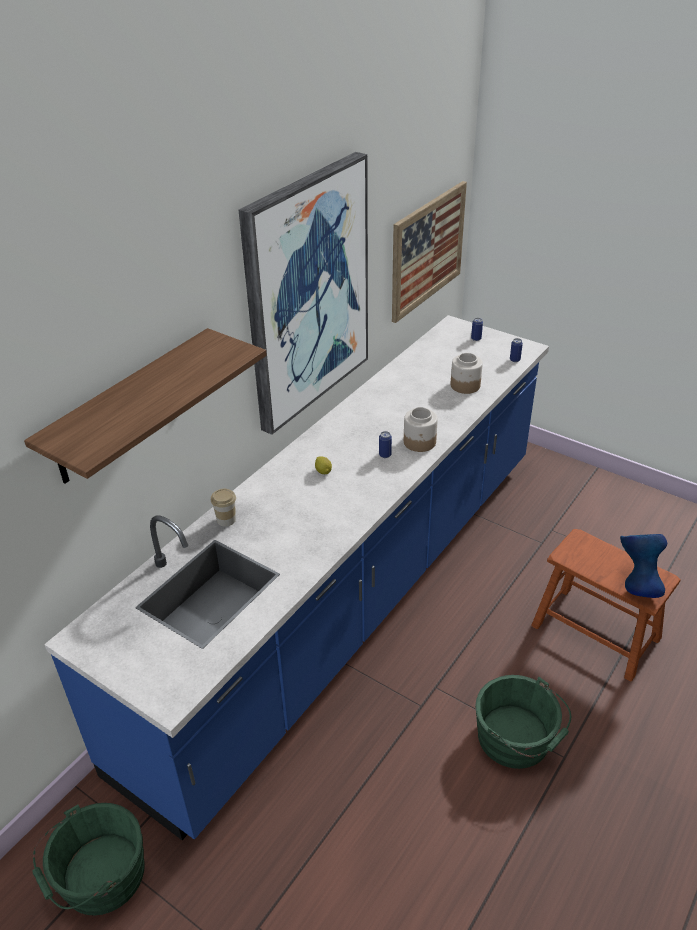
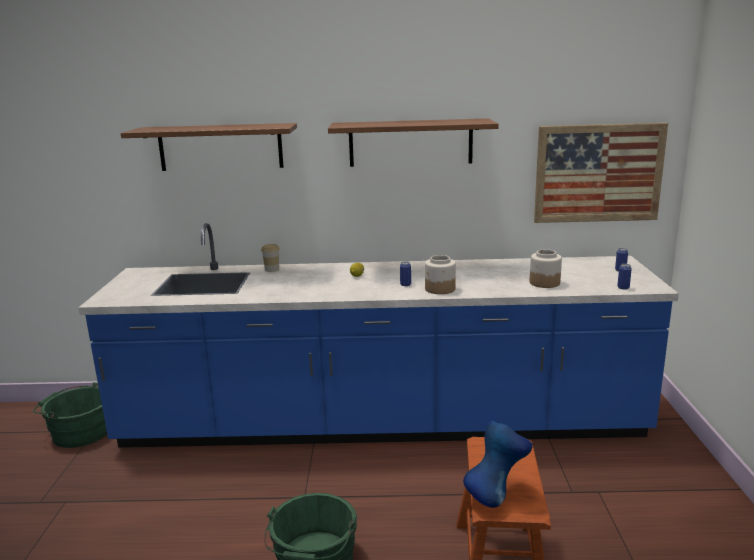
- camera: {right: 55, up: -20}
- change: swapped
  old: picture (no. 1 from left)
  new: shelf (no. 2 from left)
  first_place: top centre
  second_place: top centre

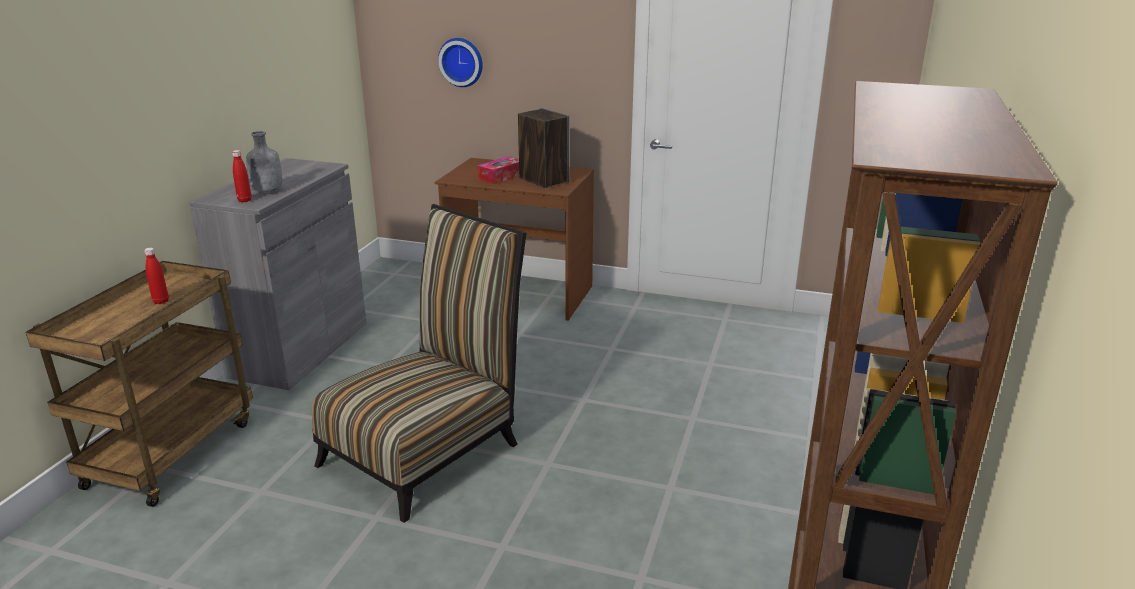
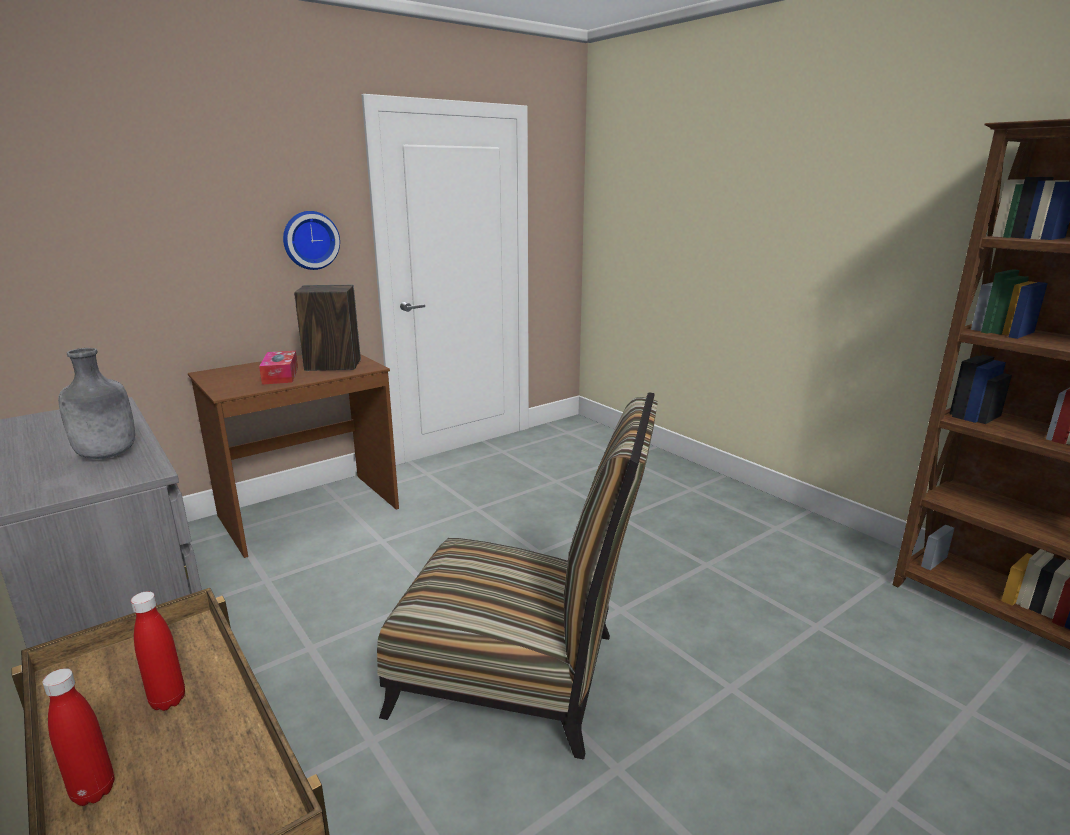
- camera: {right: -55, up: -5}
- change: shifted
  old: wall clock
  first_place: top centre
  second_place: top left
- change: shifted
  old: red bottle (no. 2 from left in the first image)
  new: red bottle (no. 1 from left)
  first_place: top left
  second_place: bottom left
- change: rotated
  old: chair
  first_place: centre
  second_place: bottom centre
  degrees: 120

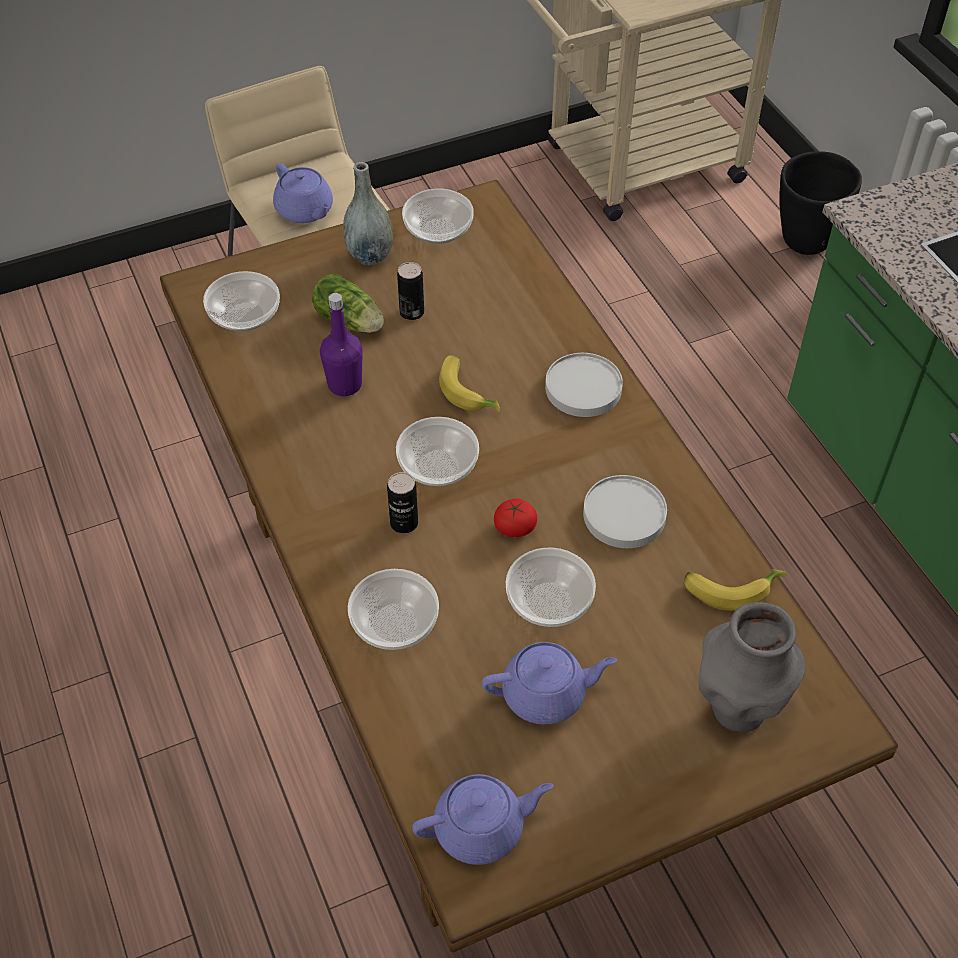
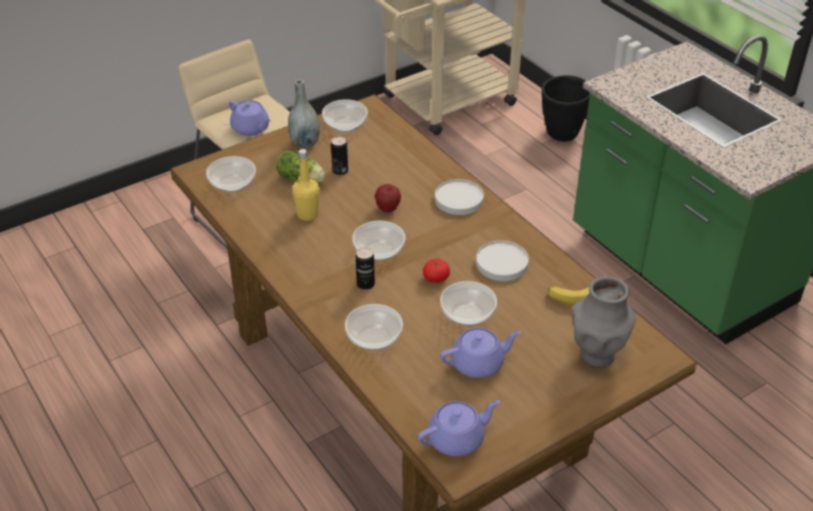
- camera: {right: -10, up: -10}
- change: repainted
  old: purple bottle
  new: yellow bottle
  first_place: centre
  second_place: centre
- change: swapped
  old: banana (no. 1 from left)
  new: apple
  first_place: centre
  second_place: centre

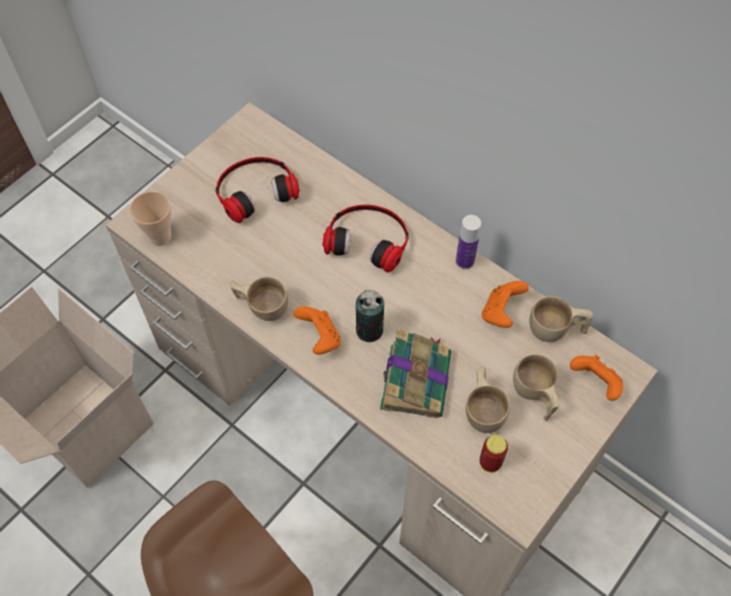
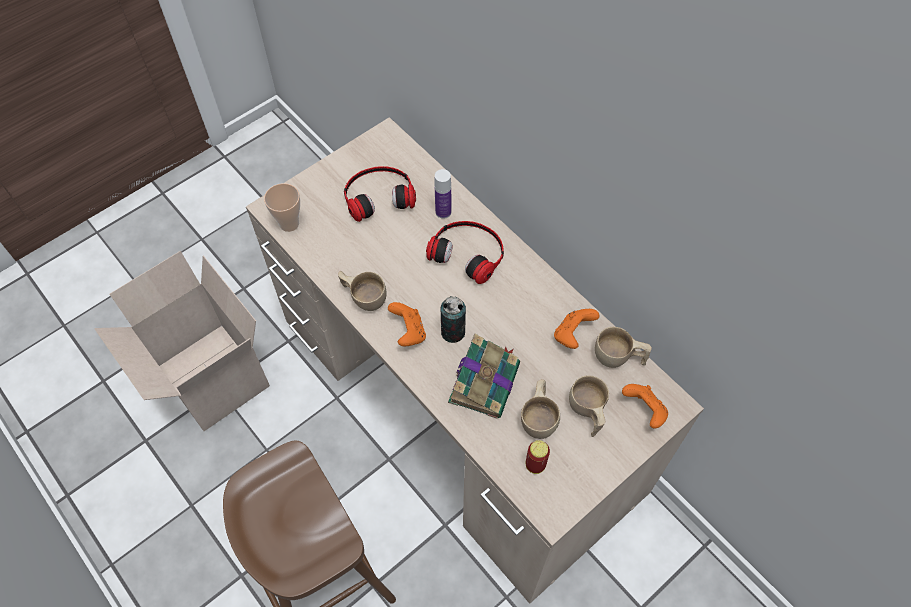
- camera: {right: 10, up: 0}
- change: shifted
  old: bottle
  first_place: centre
  second_place: top centre

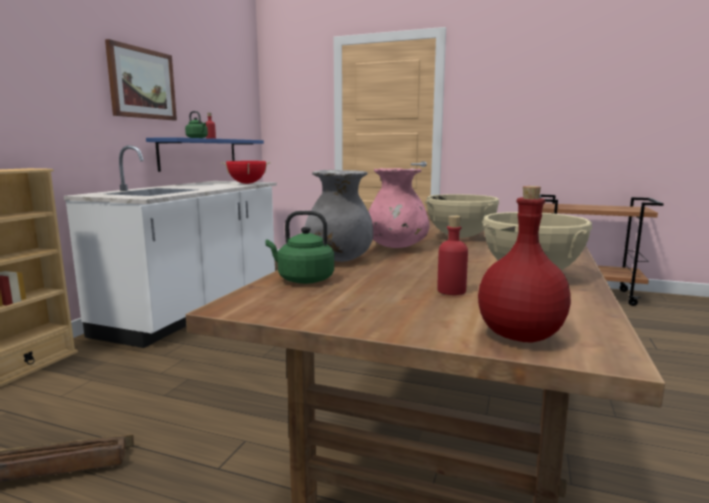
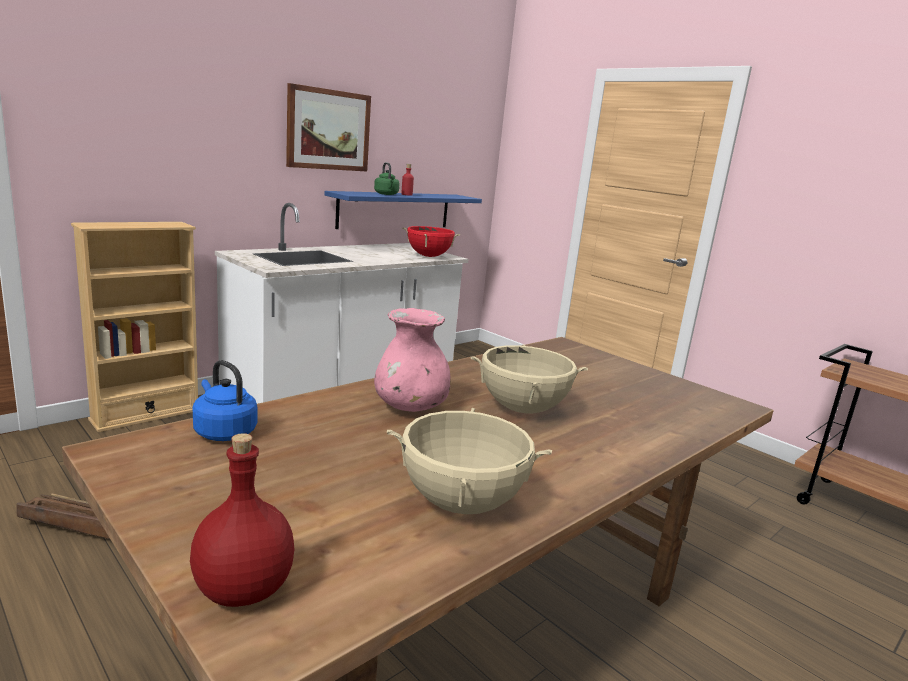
- camera: {right: 25, up: 5}
- change: gone
  old: grey vase
  first_place: centre
- change: repainted
  old: green kettle (no. 2 from left)
  new: blue kettle
  first_place: centre
  second_place: middle left
- change: gone
  old: red bottle (no. 2 from left)
  first_place: centre

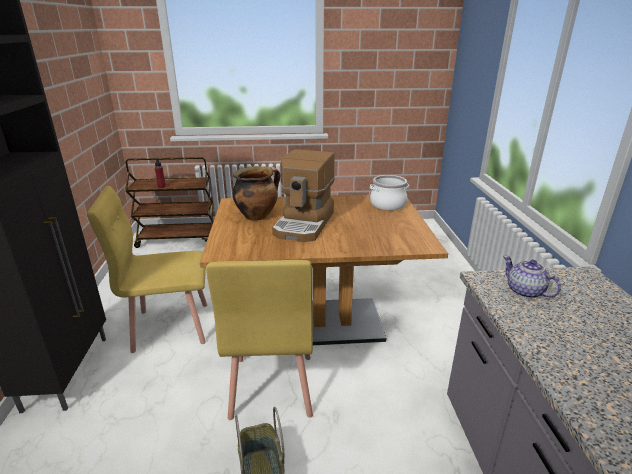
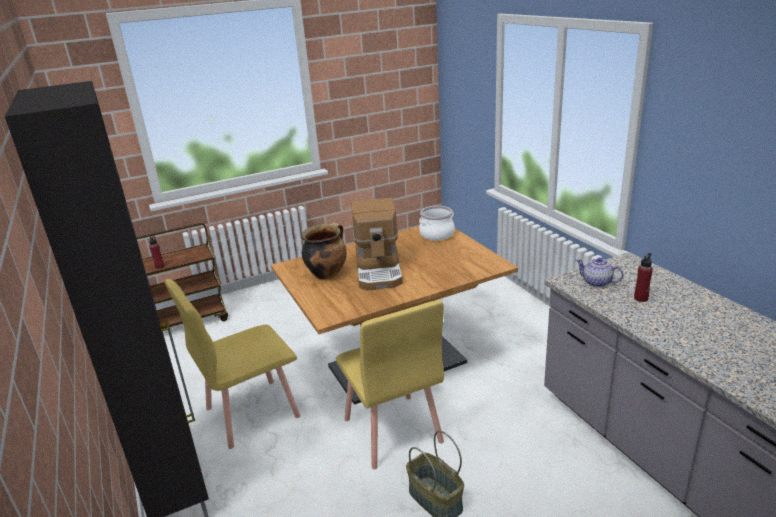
- camera: {right: -20, up: 0}
- change: new
  new: red bottle (no. 2 from left)
  second_place: middle right

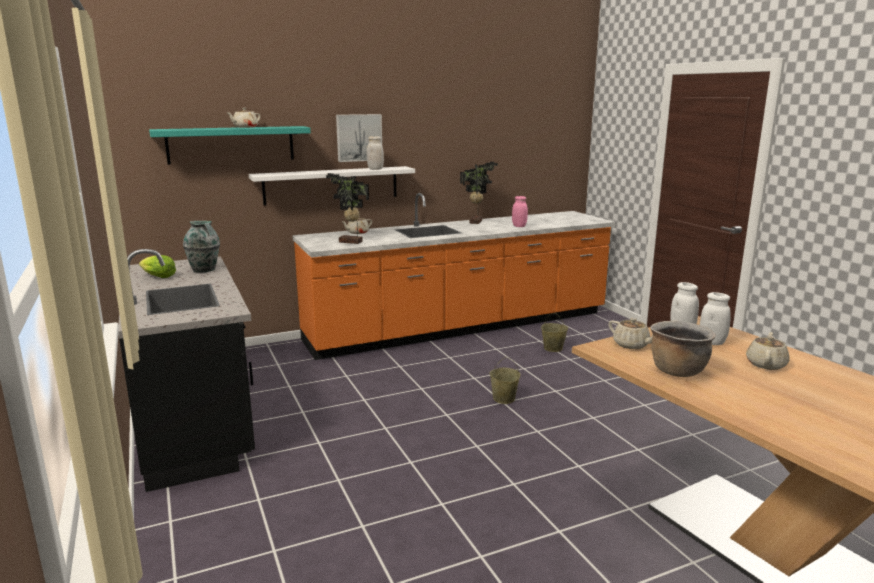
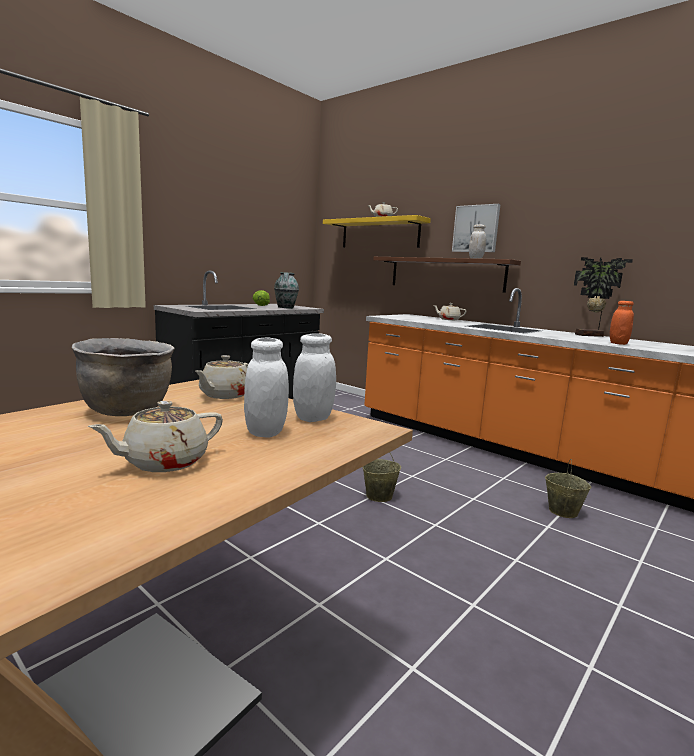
- camera: {right: 65, up: -5}
- change: repainted
  old: turquoise shelf
  new: yellow shelf
  first_place: top left
  second_place: top centre
- change: repainted
  old: white shelf
  new: brown shelf
  first_place: top centre
  second_place: centre
- change: gone
  old: potted plant (no. 1 from left)
  first_place: centre
- change: repainted
  old: pink jar
  new: orange jar
  first_place: centre
  second_place: middle right
- change: rotated
  old: beige teapot (no. 4 from left in the first image)
  first_place: middle right
  second_place: middle left
  degrees: 135

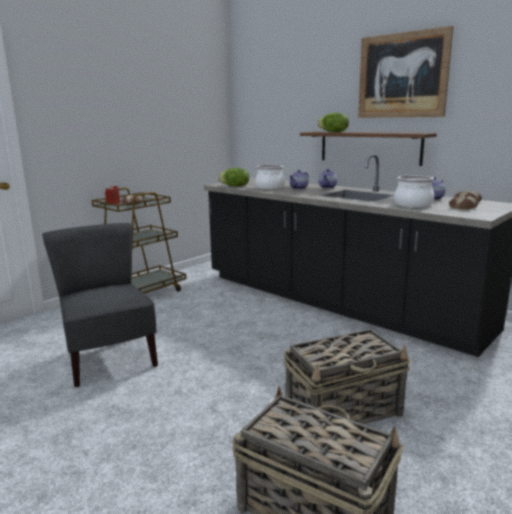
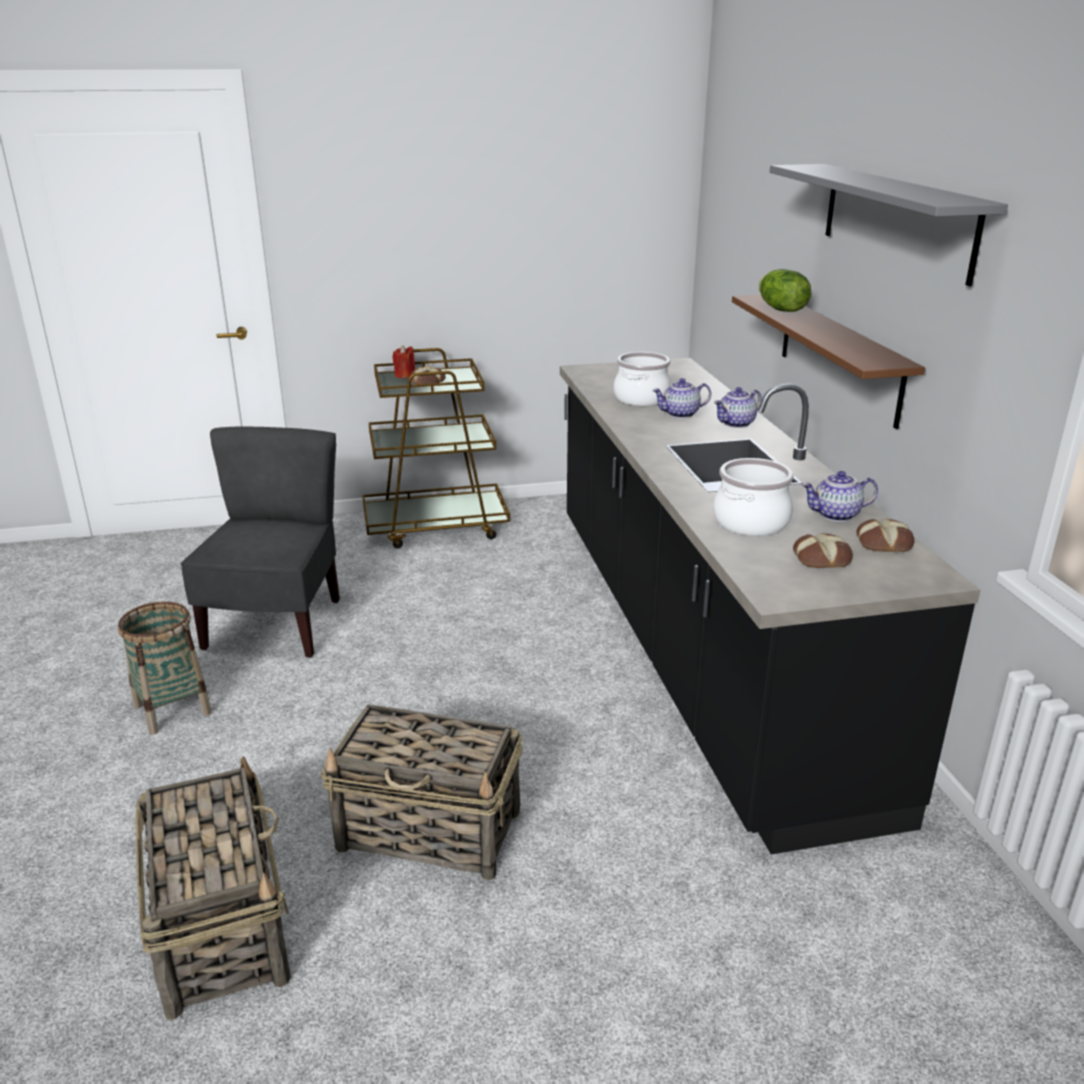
- camera: {right: 35, up: 10}
- change: swapped
  old: picture
  new: grey shelf
  first_place: top right
  second_place: top right
- change: gone
  old: lettuce (no. 1 from left)
  first_place: centre
- change: new
  new: basket (no. 1 from left)
  second_place: middle left

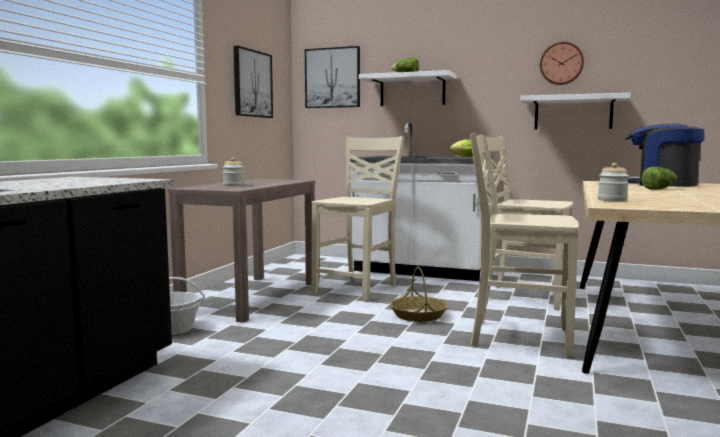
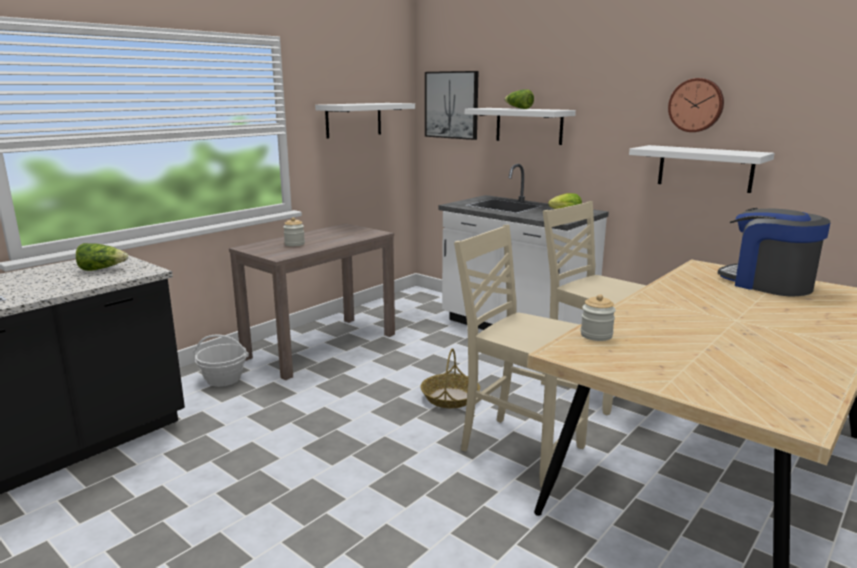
- camera: {right: 20, up: 10}
- change: swapped
  old: picture (no. 1 from left)
  new: white shelf (no. 1 from left)
  first_place: top centre
  second_place: top centre
- change: gone
  old: beige chair (no. 1 from left)
  first_place: centre
- change: shifted
  old: lettuce (no. 3 from left in the first image)
  new: lettuce (no. 1 from left)
  first_place: middle right
  second_place: middle left

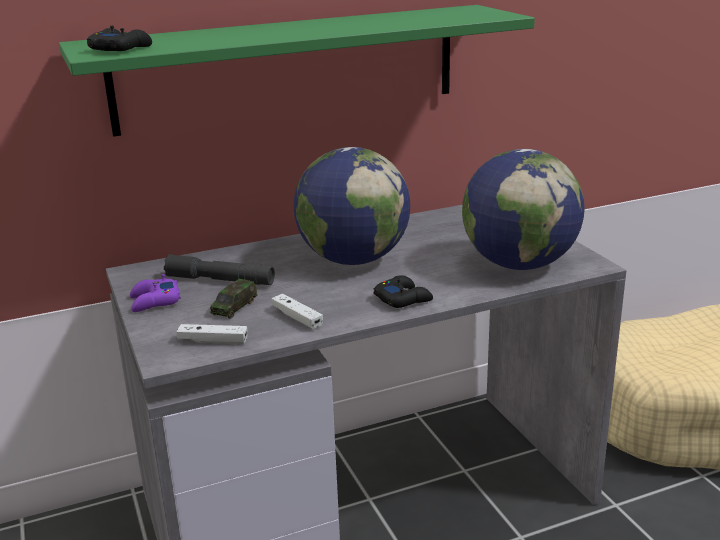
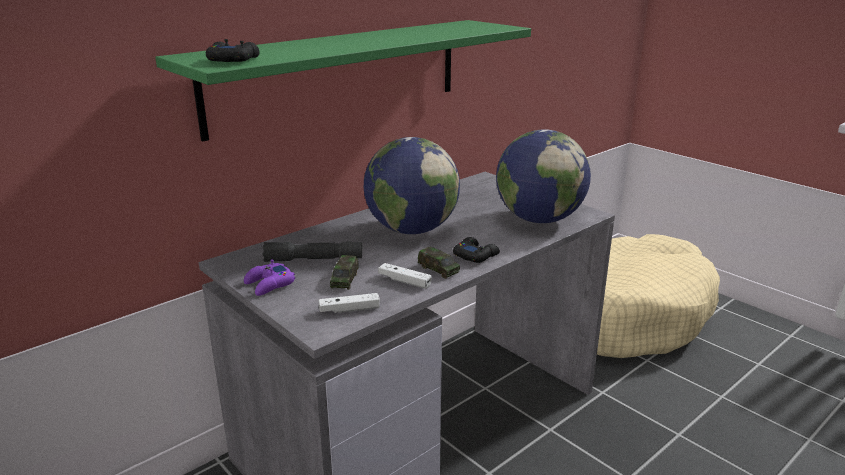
- camera: {right: -20, up: 0}
- change: new
  new: toy car (no. 2 from left)
  second_place: centre

